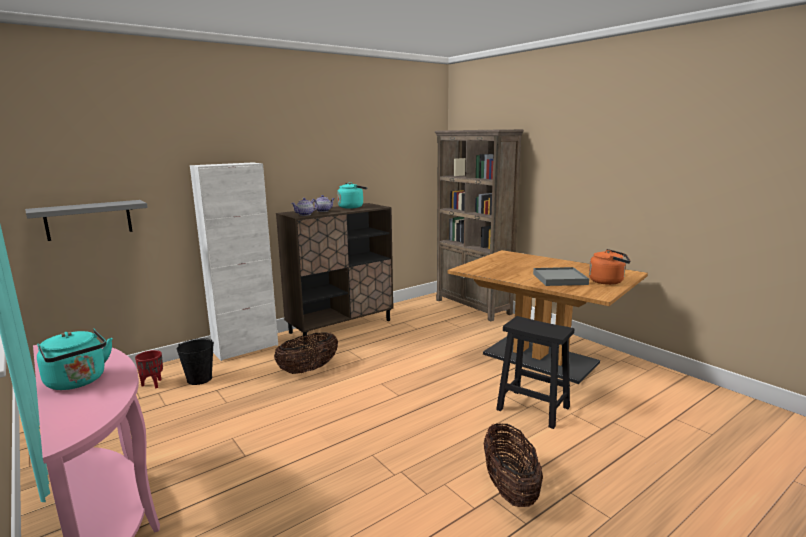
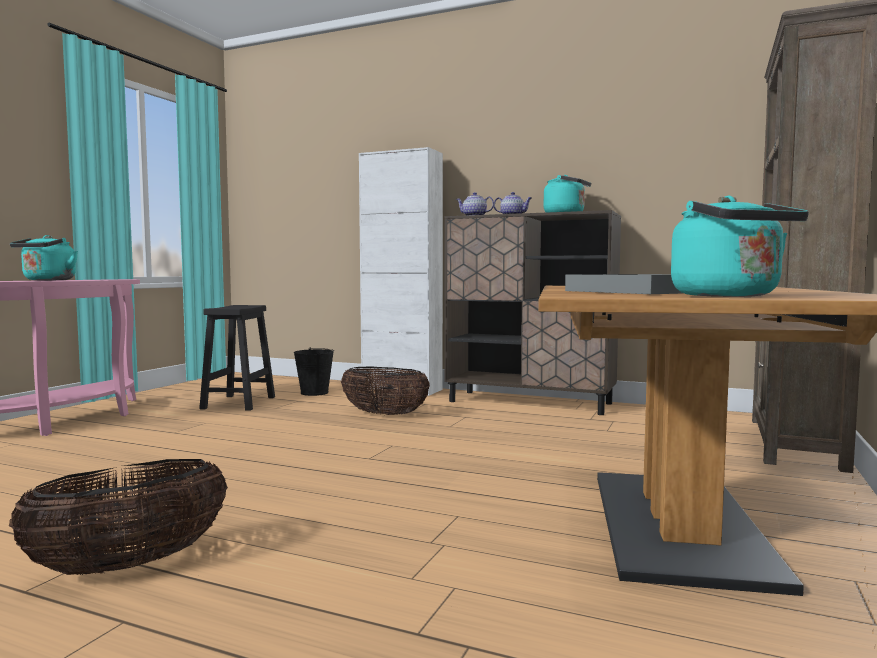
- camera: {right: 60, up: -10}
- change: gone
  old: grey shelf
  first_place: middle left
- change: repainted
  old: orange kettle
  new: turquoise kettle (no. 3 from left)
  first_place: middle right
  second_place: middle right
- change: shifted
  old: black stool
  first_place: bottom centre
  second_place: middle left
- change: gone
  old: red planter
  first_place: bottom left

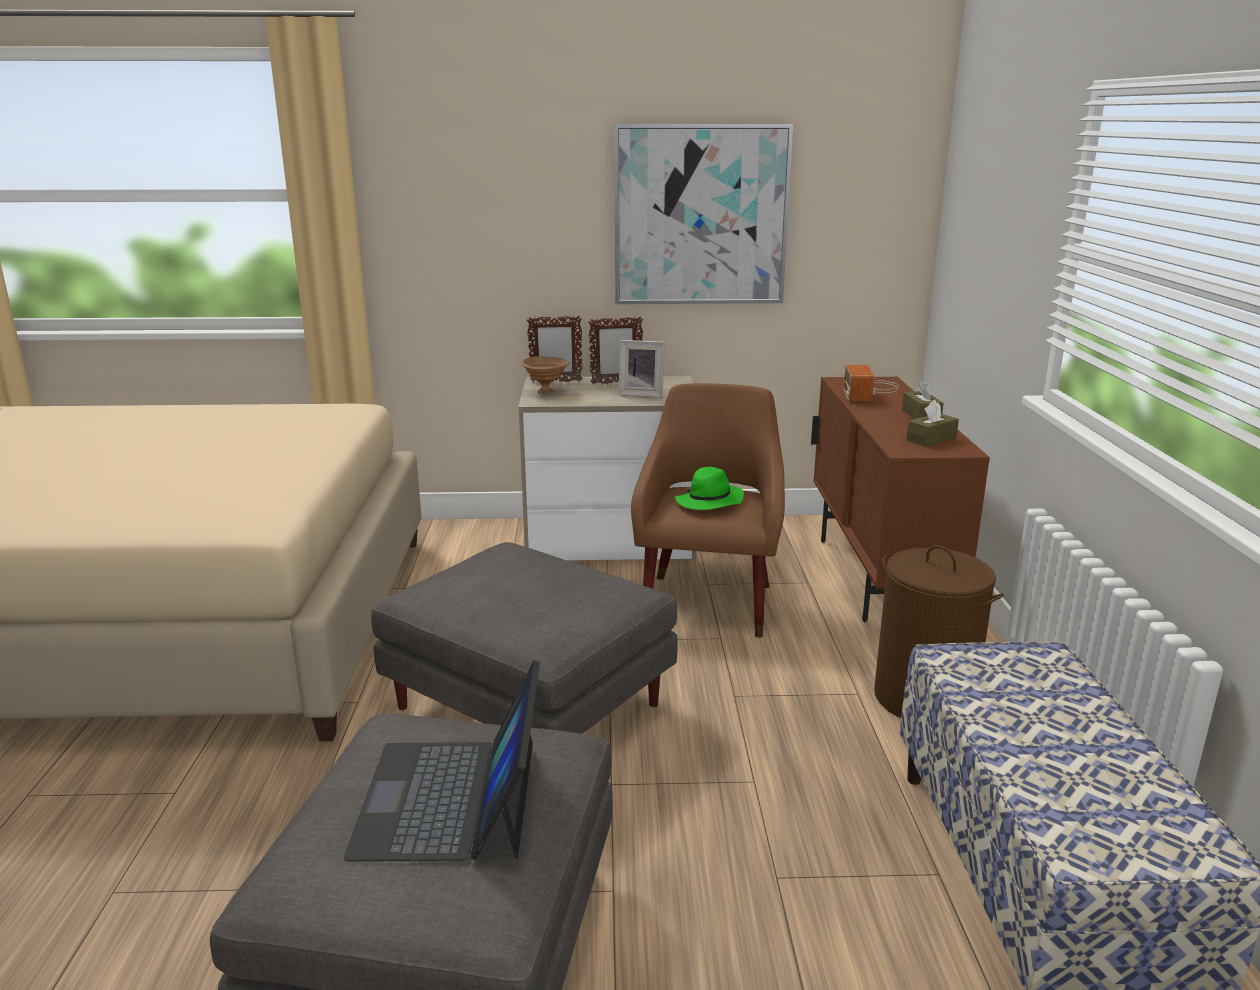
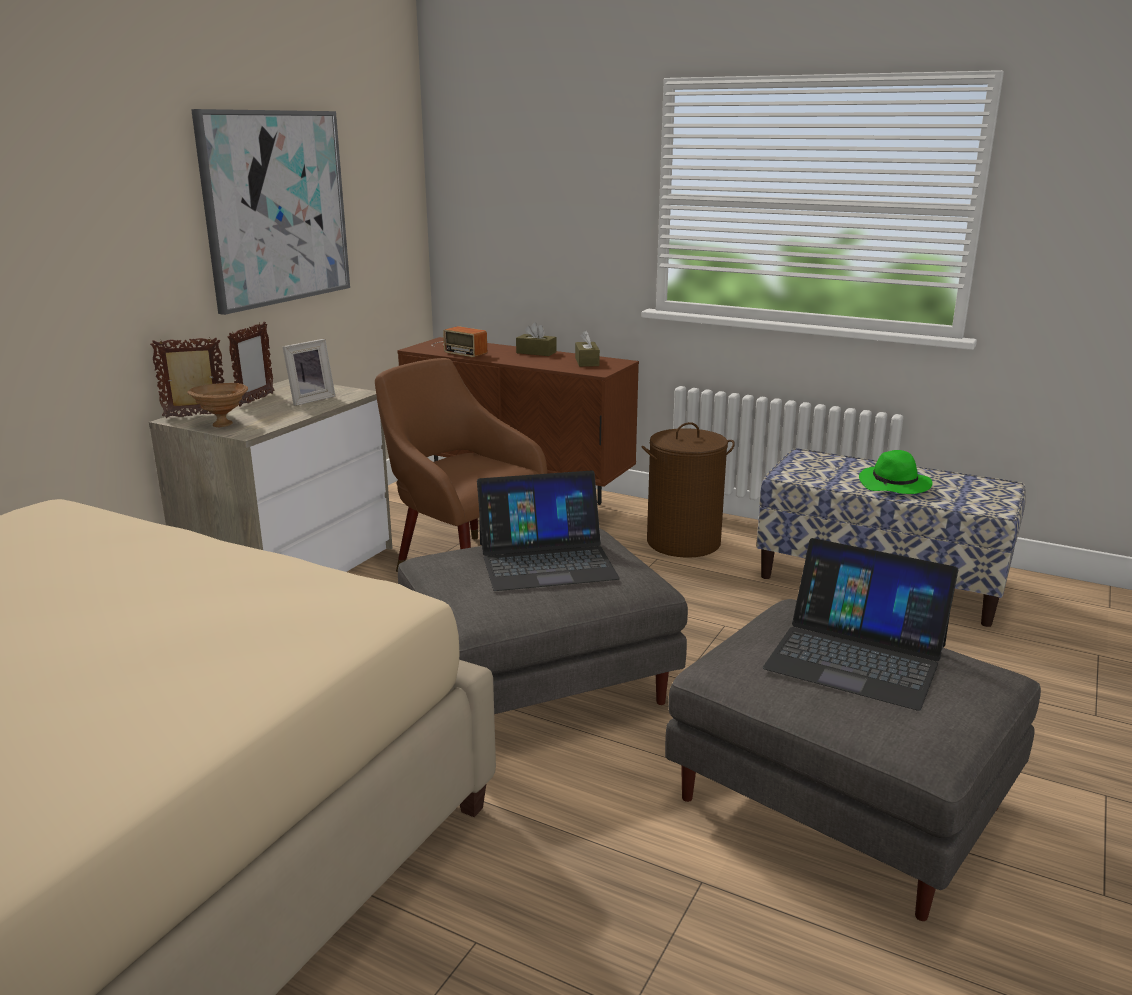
- camera: {right: -60, up: 0}
- change: rotated
  old: picture frame (no. 1 from left)
  first_place: centre
  second_place: middle left
  degrees: -135
- change: shifted
  old: green hat
  first_place: centre
  second_place: middle right
- change: new
  new: laptop (no. 1 from left)
  second_place: centre

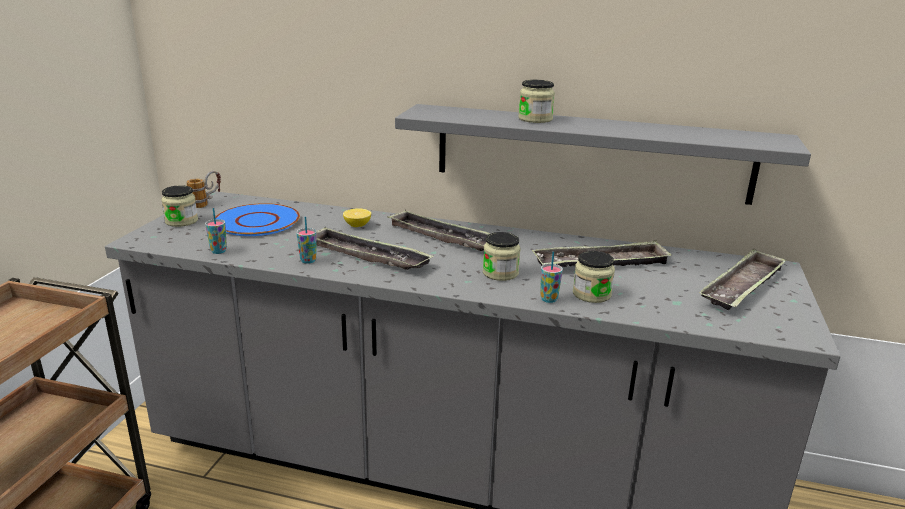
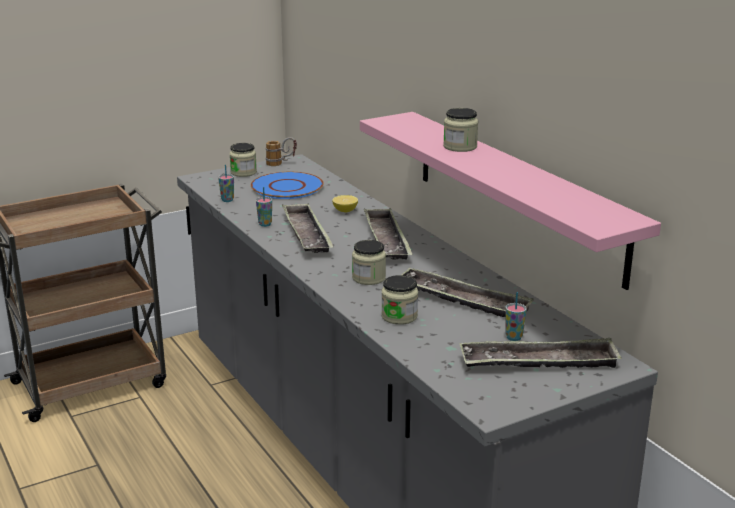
- camera: {right: 45, up: 0}
- change: repainted
  old: grey shelf
  new: pink shelf
  first_place: top centre
  second_place: middle right
- change: shifted
  old: cup (no. 3 from left)
  first_place: centre
  second_place: middle right

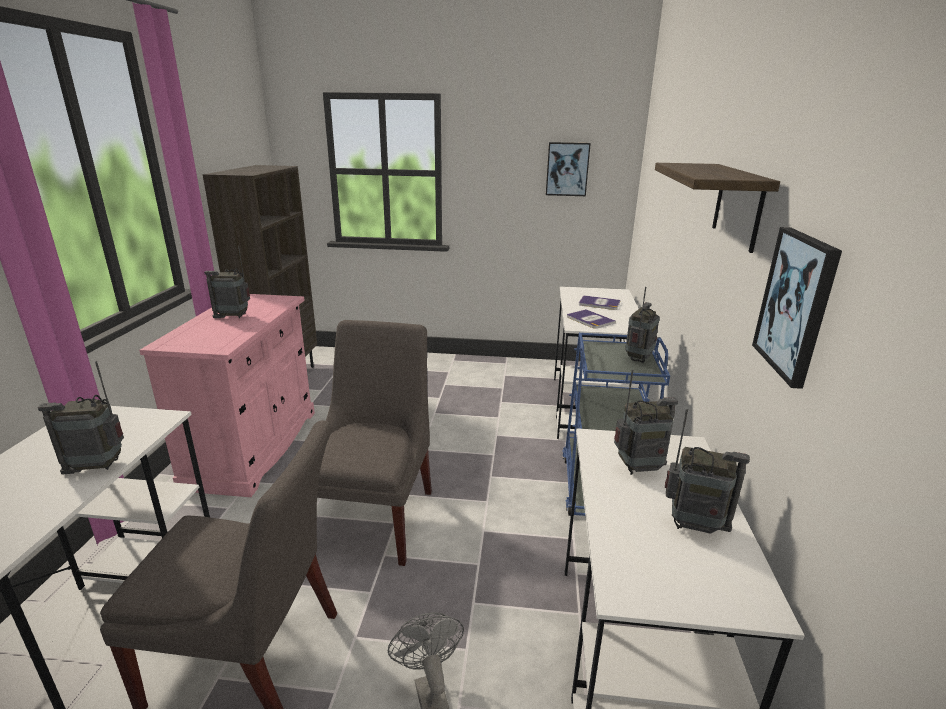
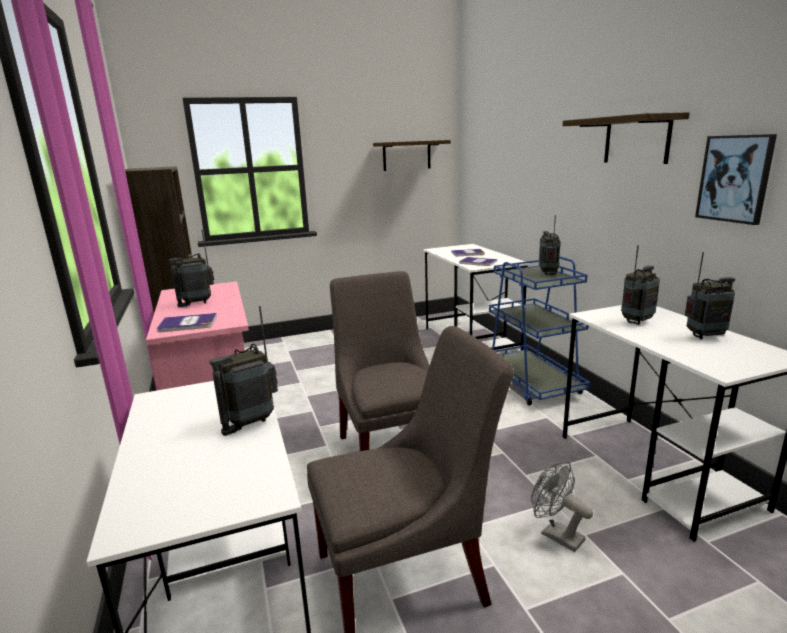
- camera: {right: -25, up: -5}
- change: swapped
  old: picture (no. 1 from left)
  new: shelf (no. 1 from left)
  first_place: top centre
  second_place: top centre
- change: new
  new: book (no. 1 from left)
  second_place: middle left

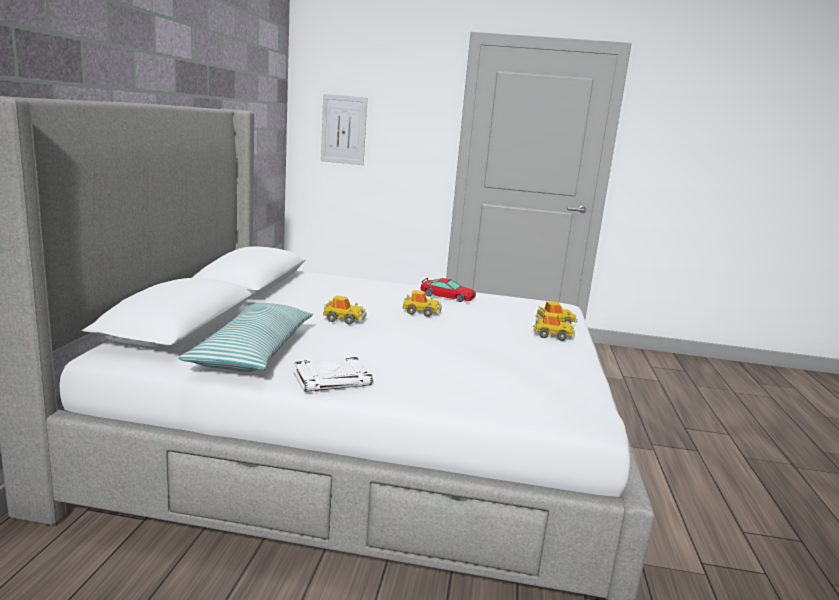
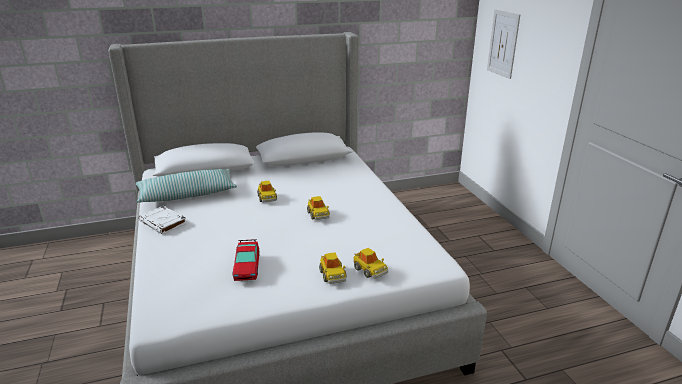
- camera: {right: 65, up: 10}
- change: shifted
  old: toy car (no. 3 from left in the first image)
  new: toy car (no. 1 from left)
  first_place: centre
  second_place: bottom centre

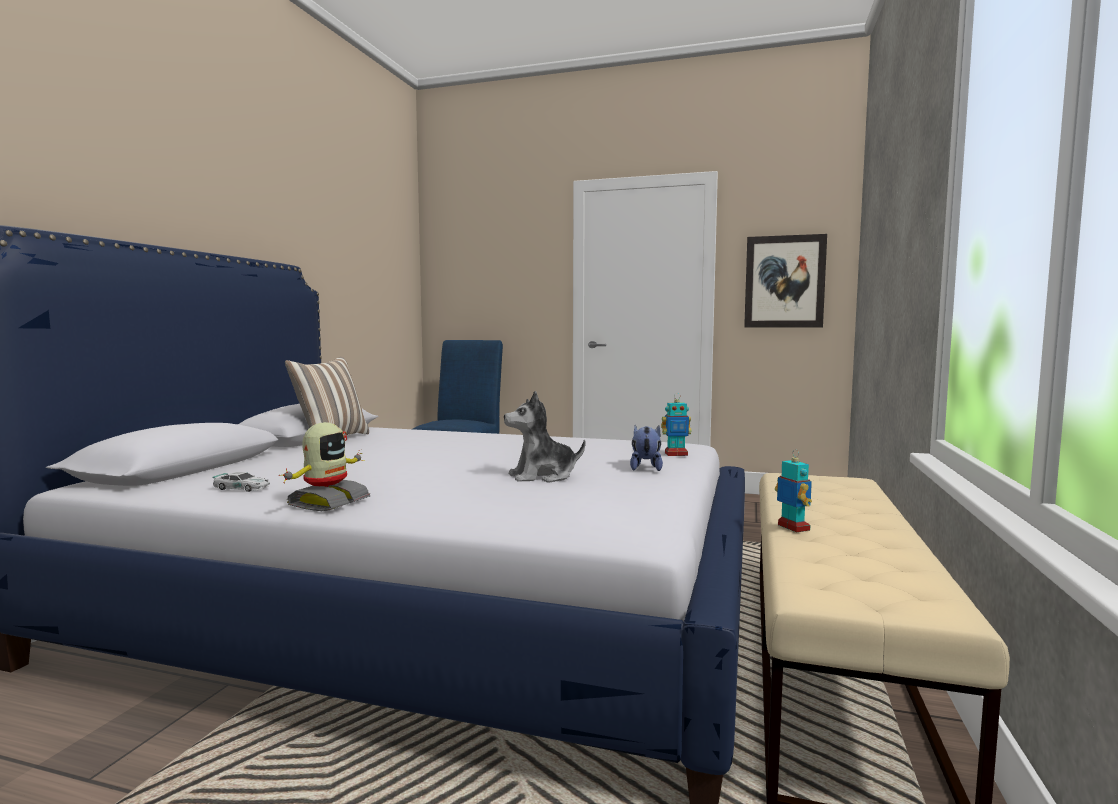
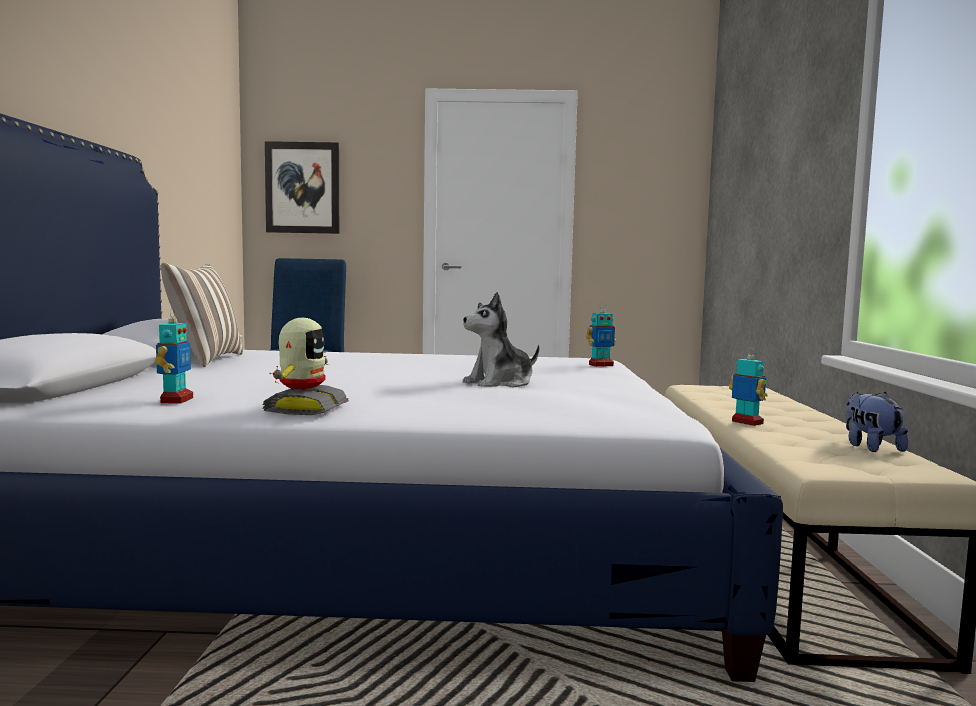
- camera: {right: -15, up: 0}
- change: shifted
  old: picture
  first_place: middle right
  second_place: top left
- change: shifted
  old: plush toy (no. 2 from left)
  first_place: centre
  second_place: middle right
- change: swapped
  old: toy car
  new: toy robot (no. 1 from left)
  first_place: middle left
  second_place: middle left

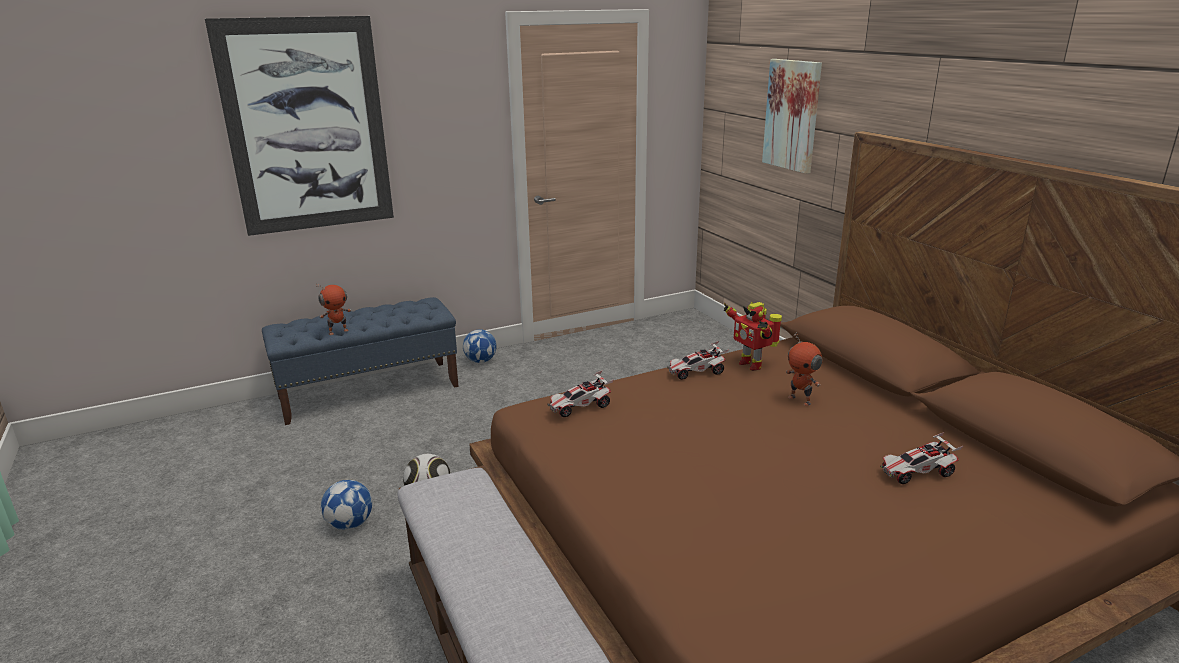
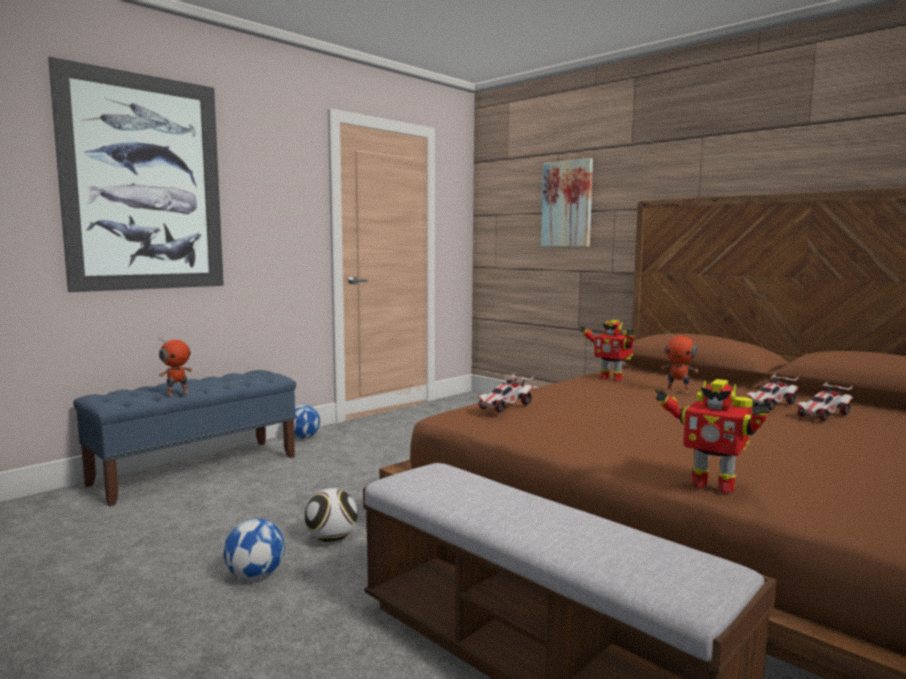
- camera: {right: -20, up: -15}
- change: shifted
  old: toy car (no. 2 from left)
  first_place: centre
  second_place: middle right
- change: new
  new: toy robot (no. 4 from left)
  second_place: middle right

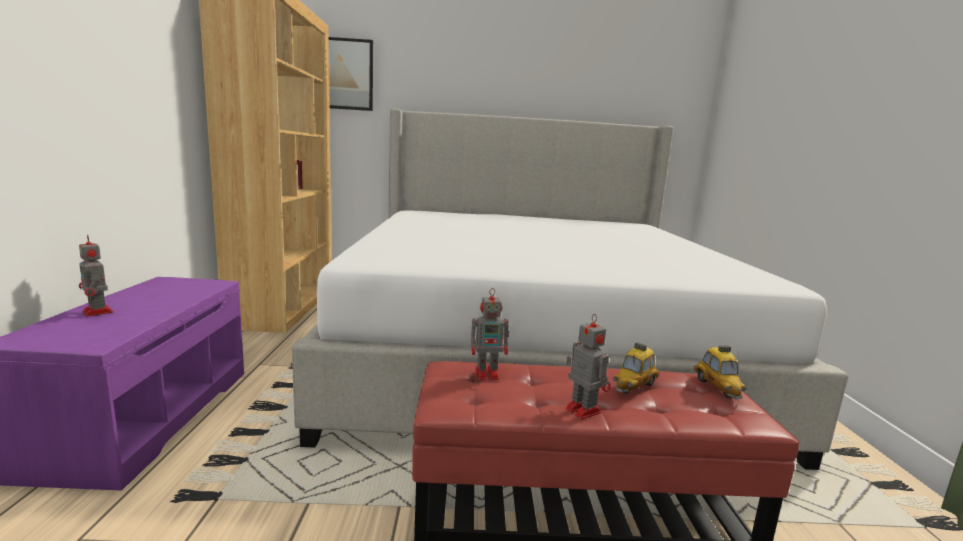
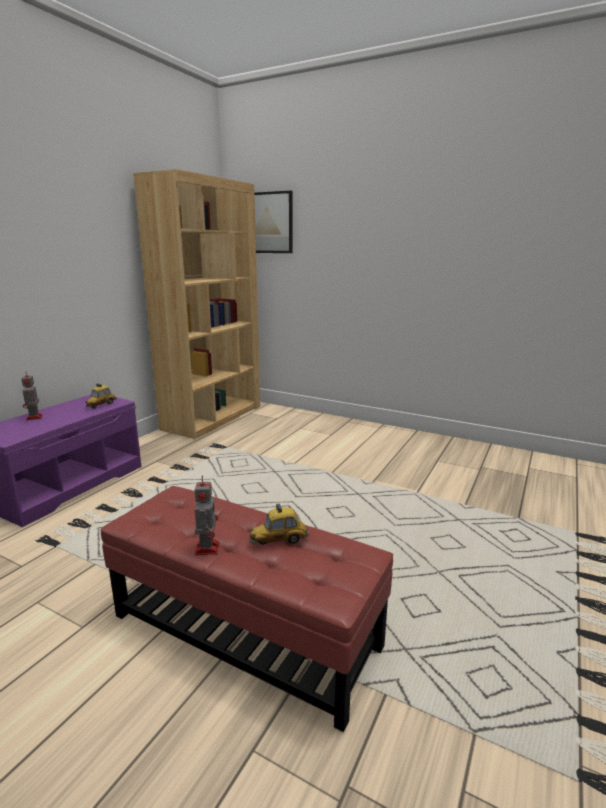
- camera: {right: 30, up: 5}
- change: gone
  old: bed
  first_place: centre
- change: gone
  old: toy robot (no. 2 from left)
  first_place: centre
- change: shifted
  old: toy car (no. 2 from left in the first image)
  new: toy car (no. 1 from left)
  first_place: bottom right
  second_place: middle left

